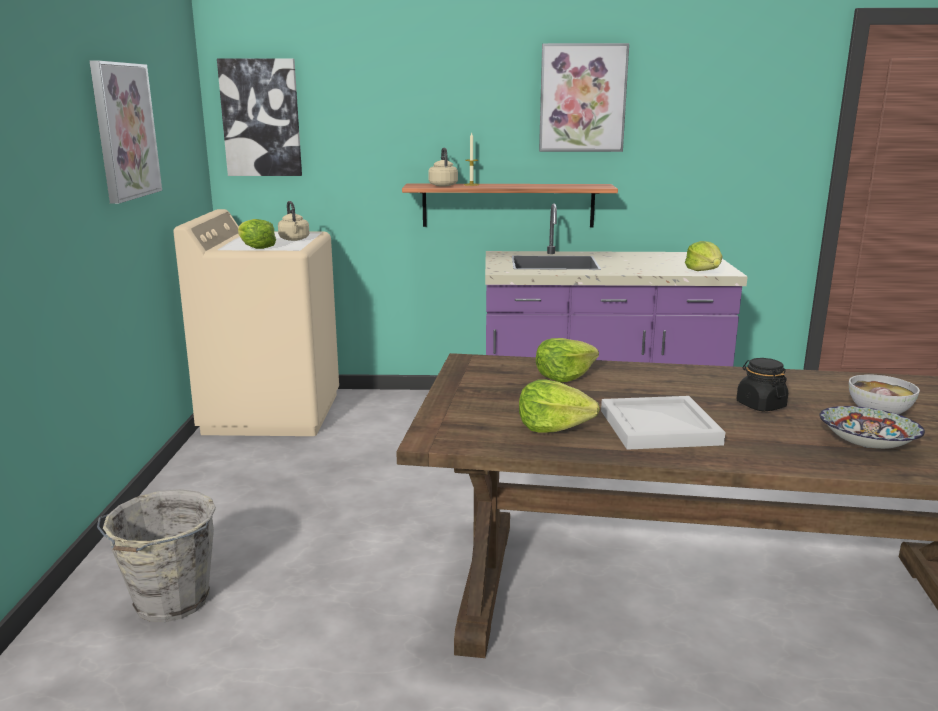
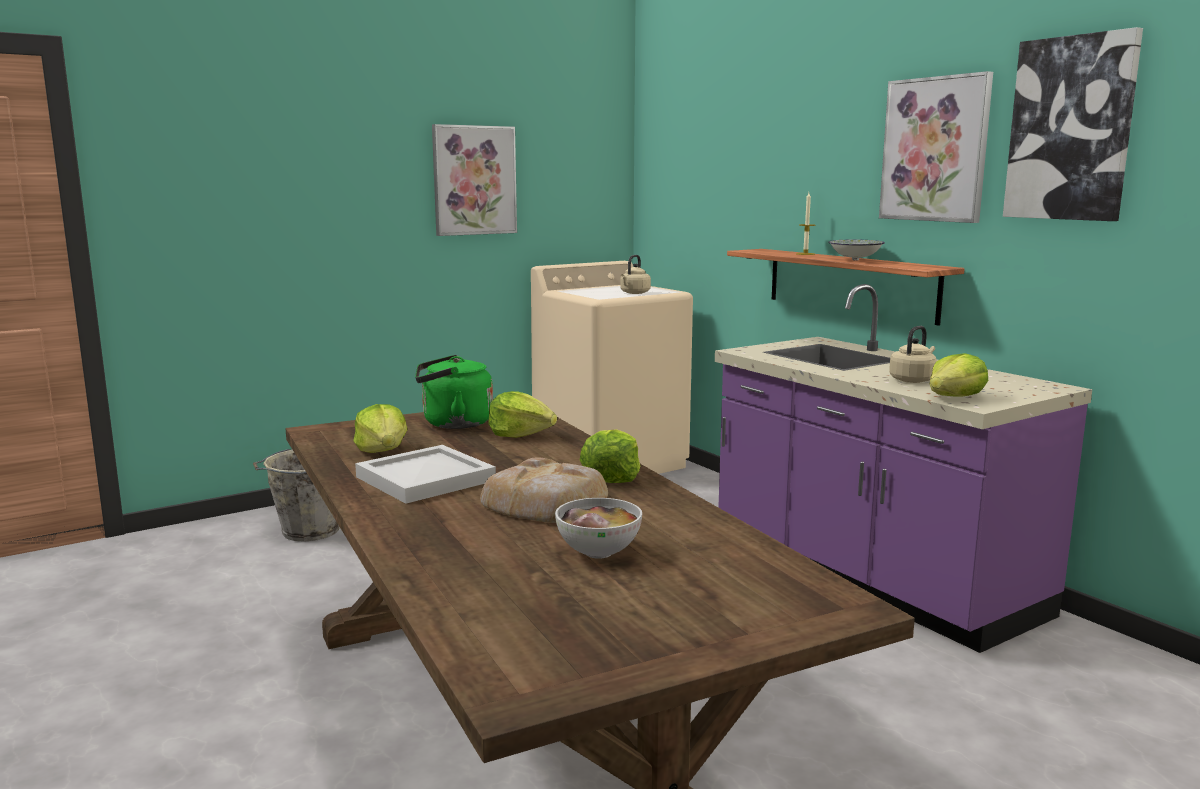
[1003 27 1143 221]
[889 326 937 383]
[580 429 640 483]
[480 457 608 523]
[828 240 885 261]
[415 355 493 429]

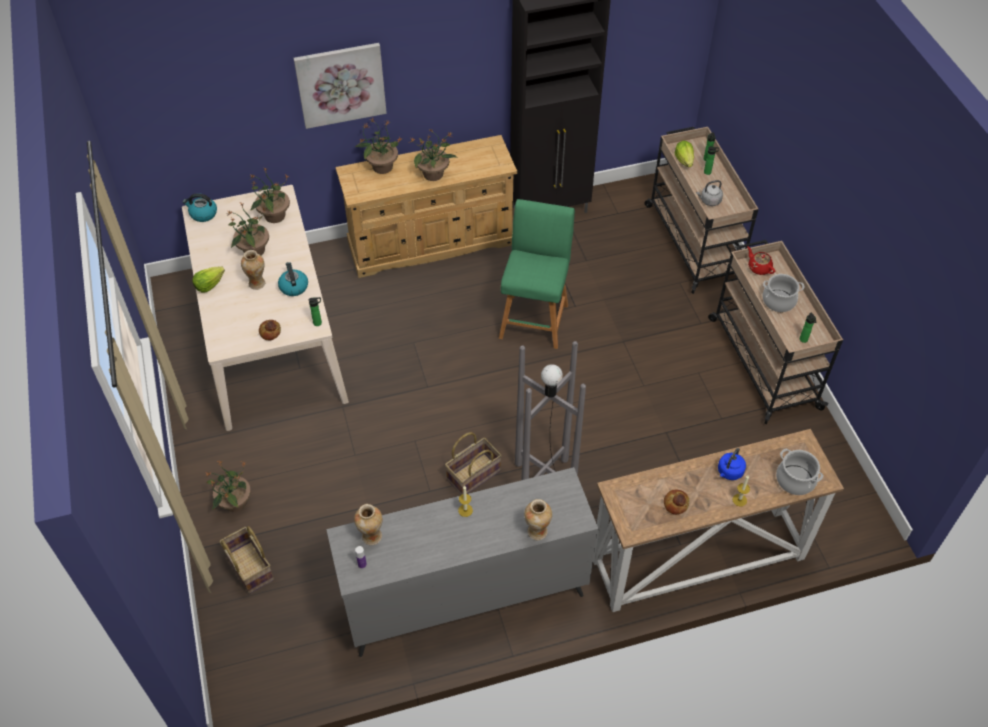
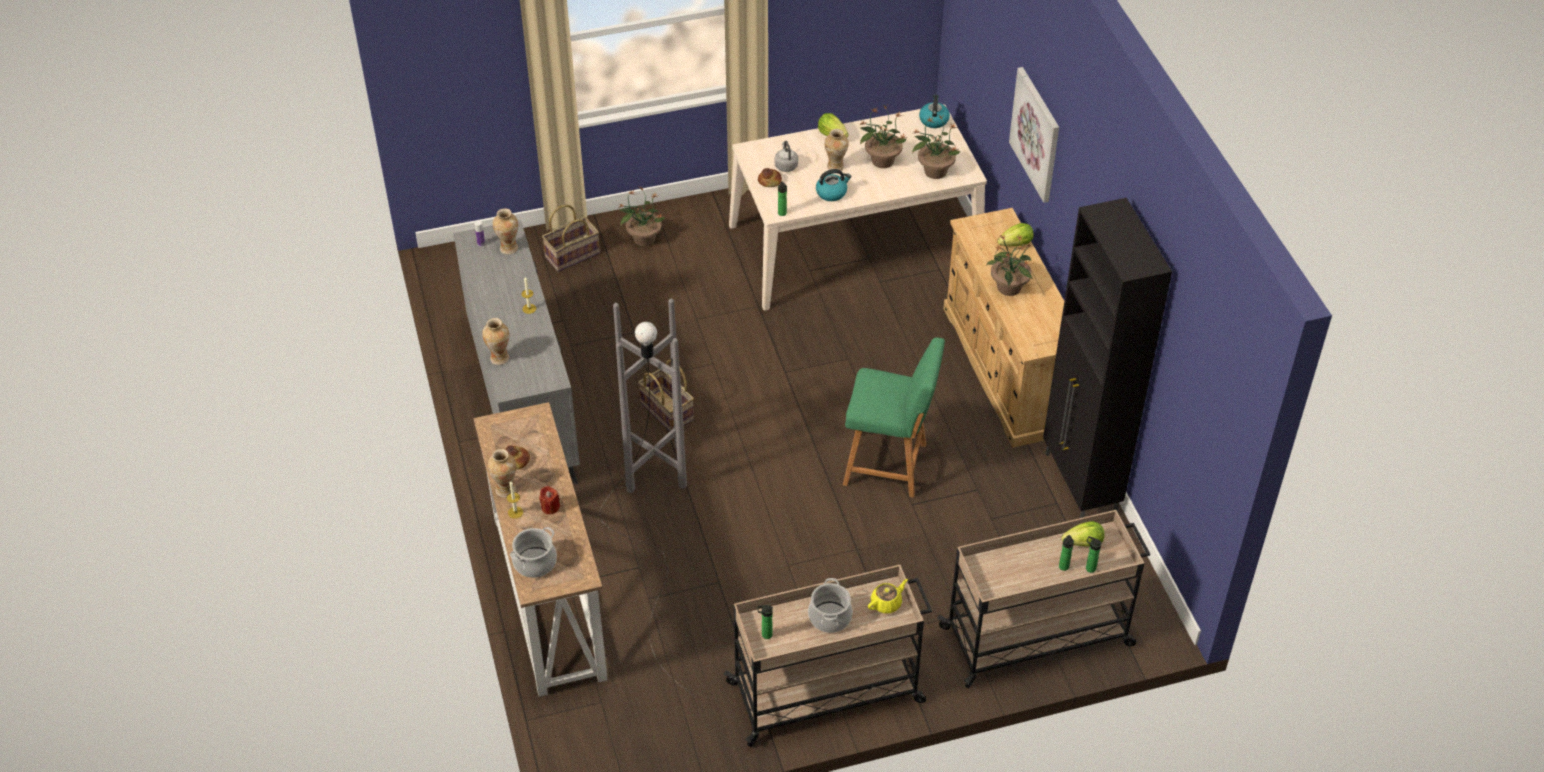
[997 223 1033 247]
[774 141 798 172]
[868 579 908 614]
[539 486 560 514]
[488 449 516 498]

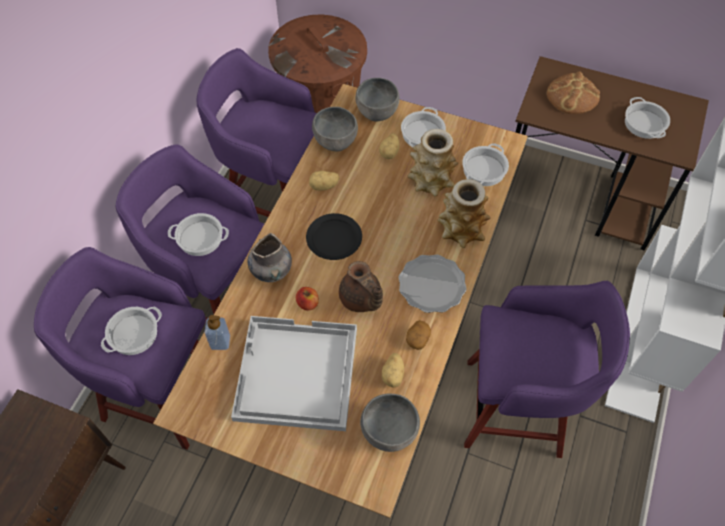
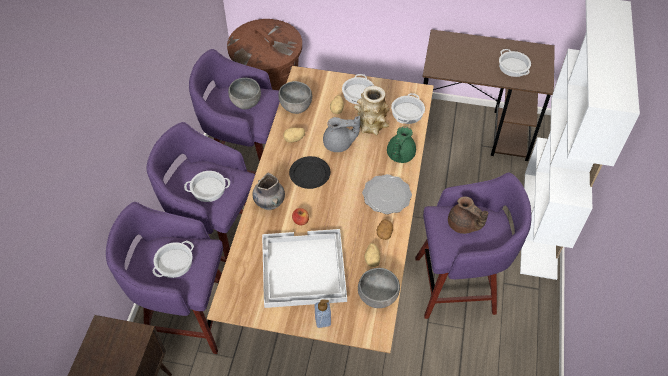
[546 71 600 114] (first image)
[228 78 261 109]
[387 126 416 163]
[448 196 489 234]
[314 300 331 328]
[323 116 360 152]

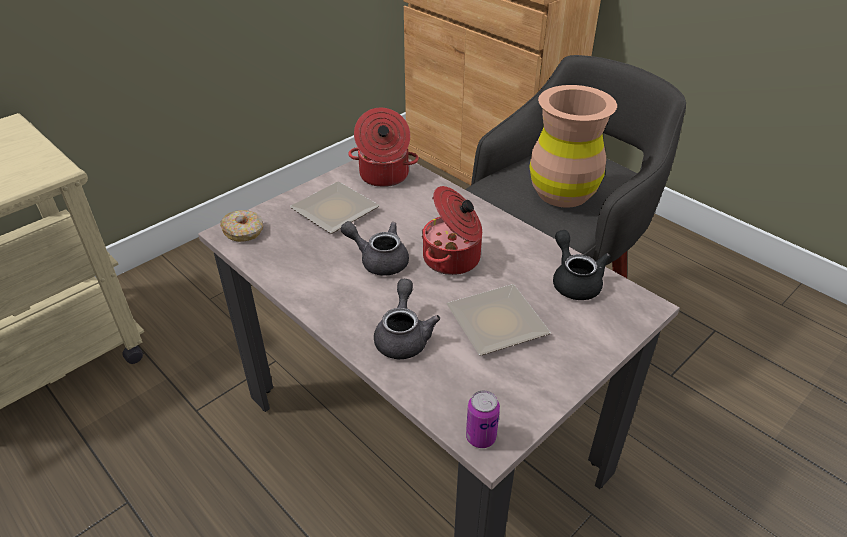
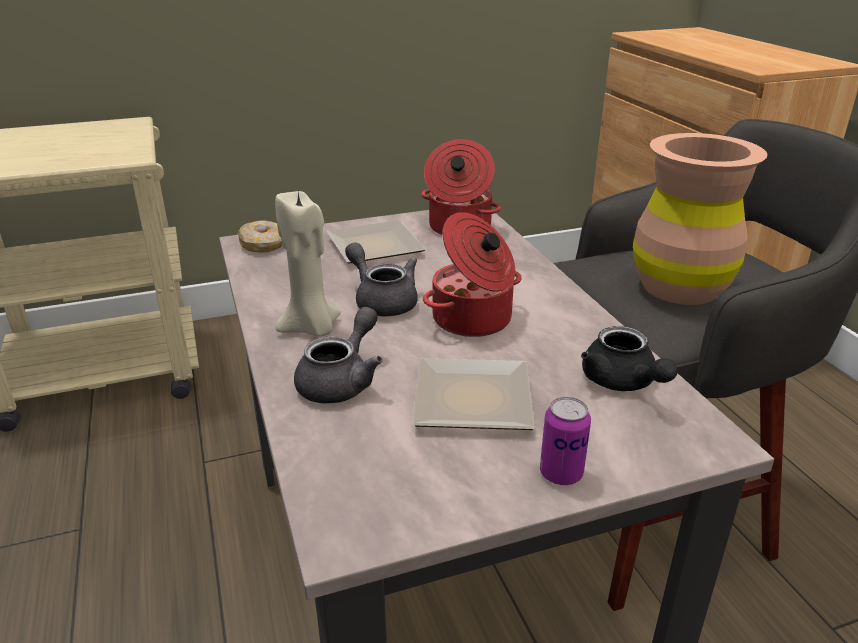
[581 326 678 391]
[540 397 591 485]
[275 191 341 336]

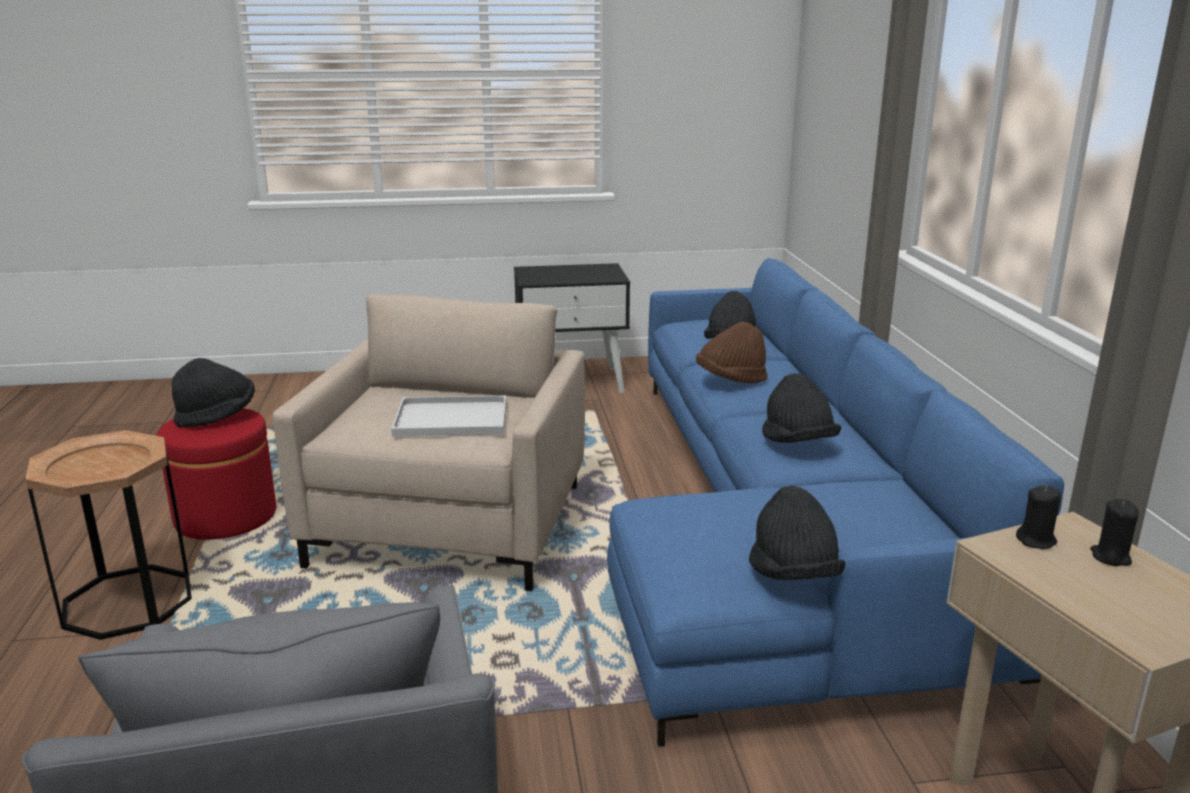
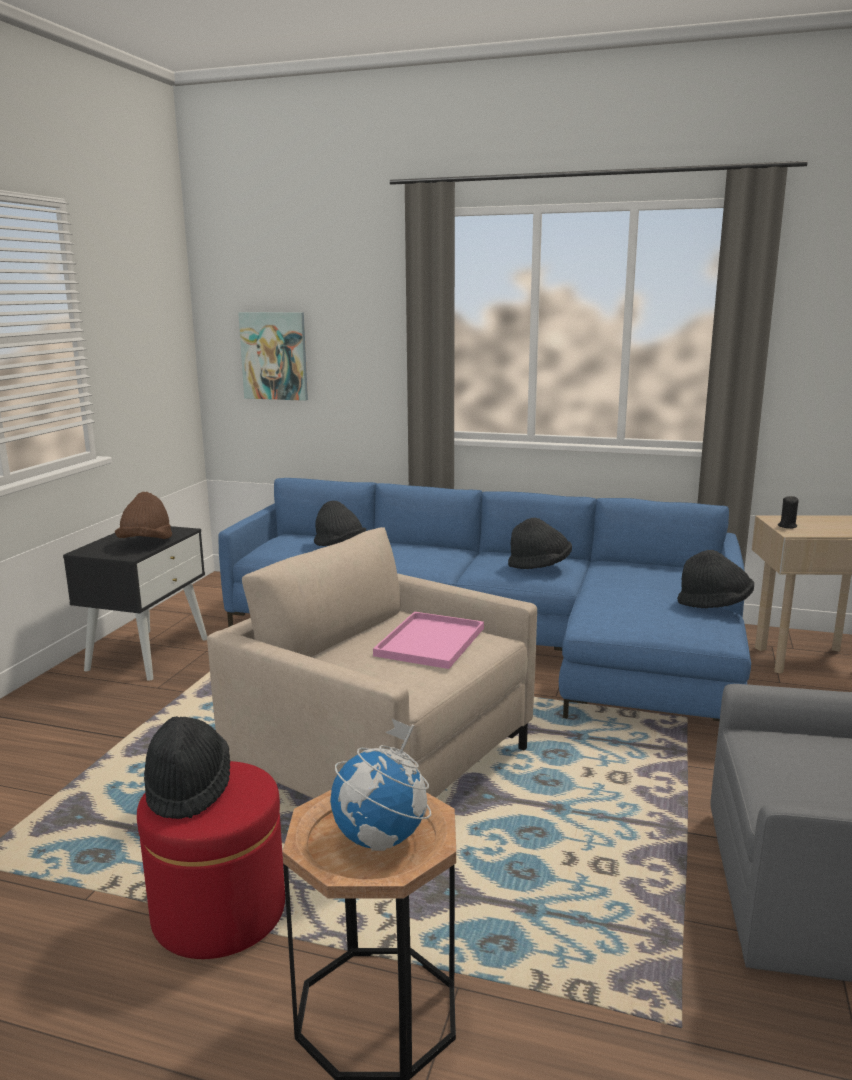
[115 492 172 539]
[373 612 484 669]
[1090 499 1139 566] (first image)
[238 312 308 401]
[330 719 431 851]

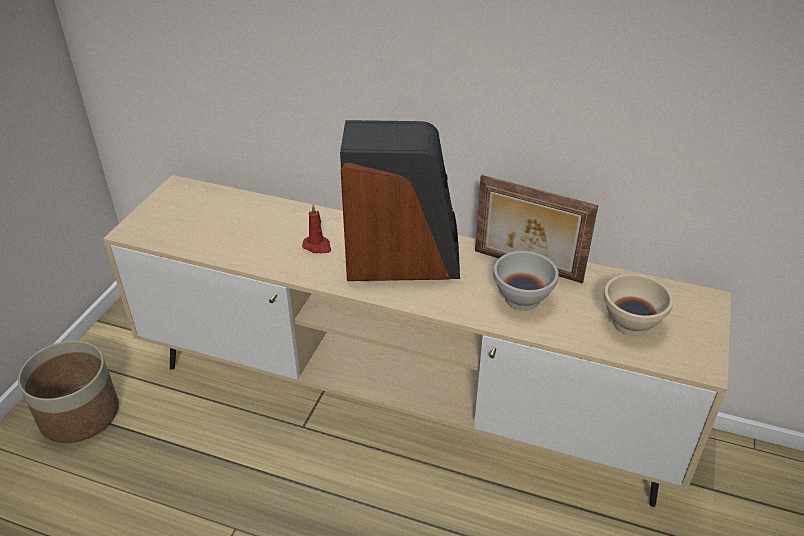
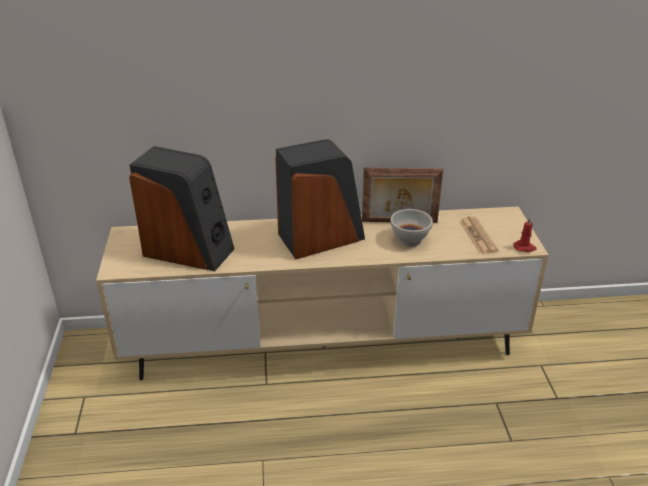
[513 217 537 252]
[459 216 498 254]
[18 340 119 443] (first image)
[129 146 234 271]

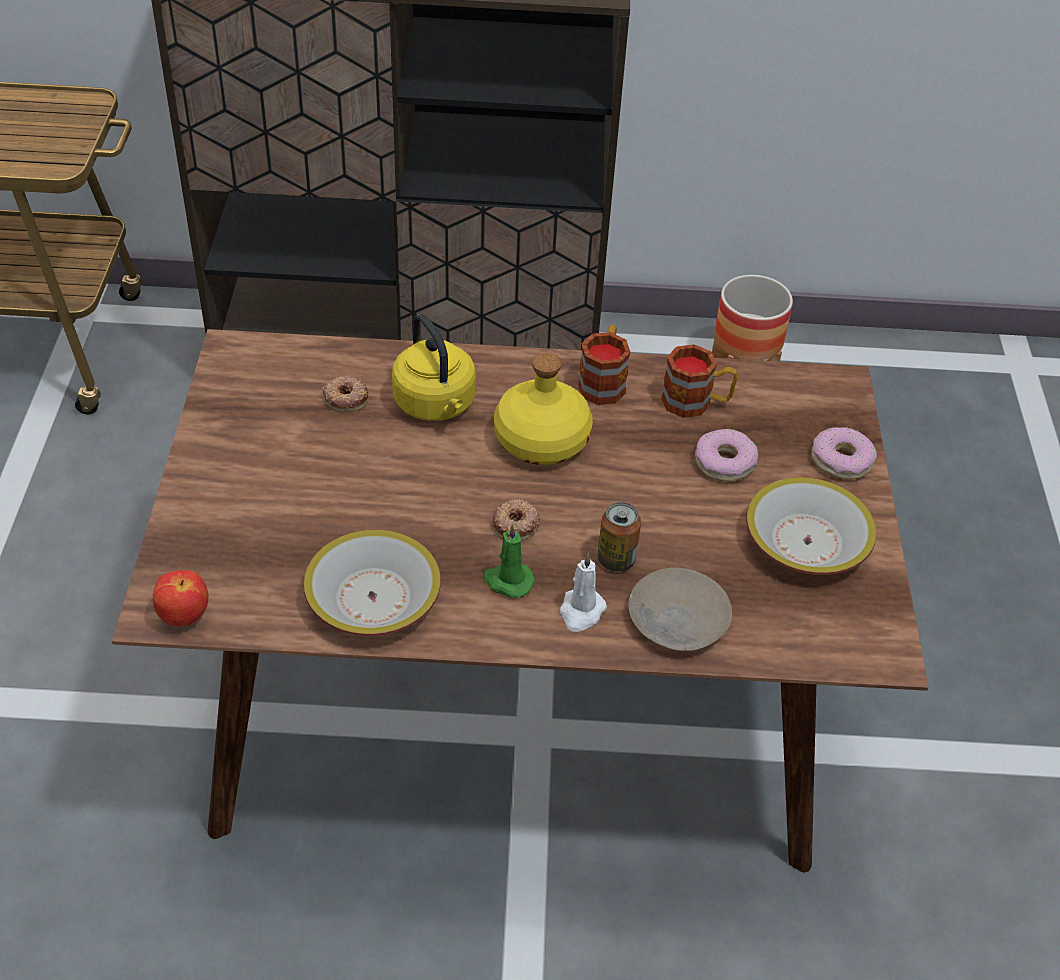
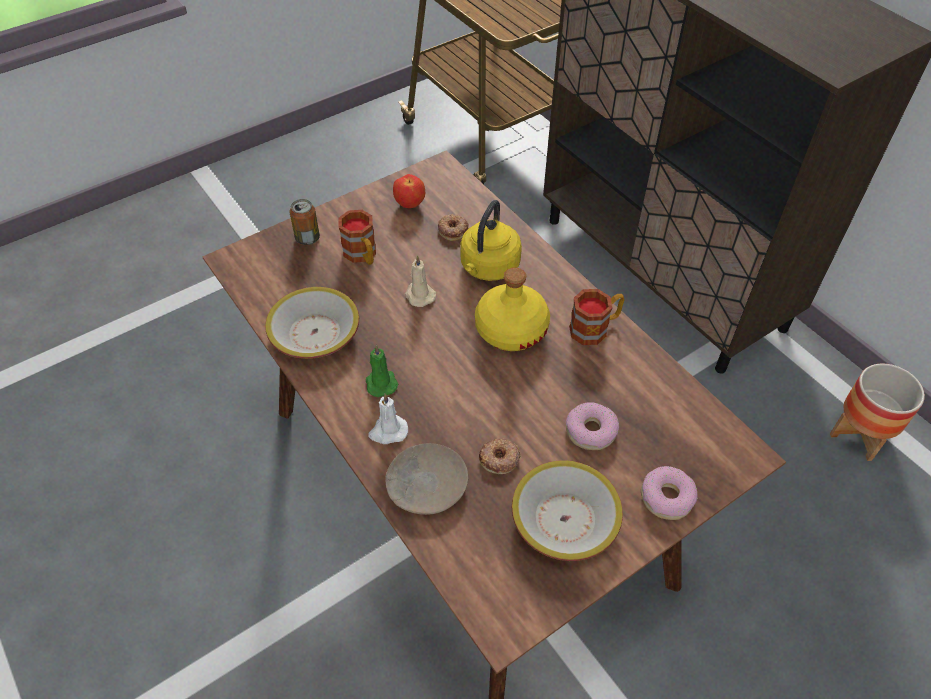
[339 210 376 265]
[479 438 520 474]
[290 199 320 245]
[393 174 425 208]
[405 255 436 307]

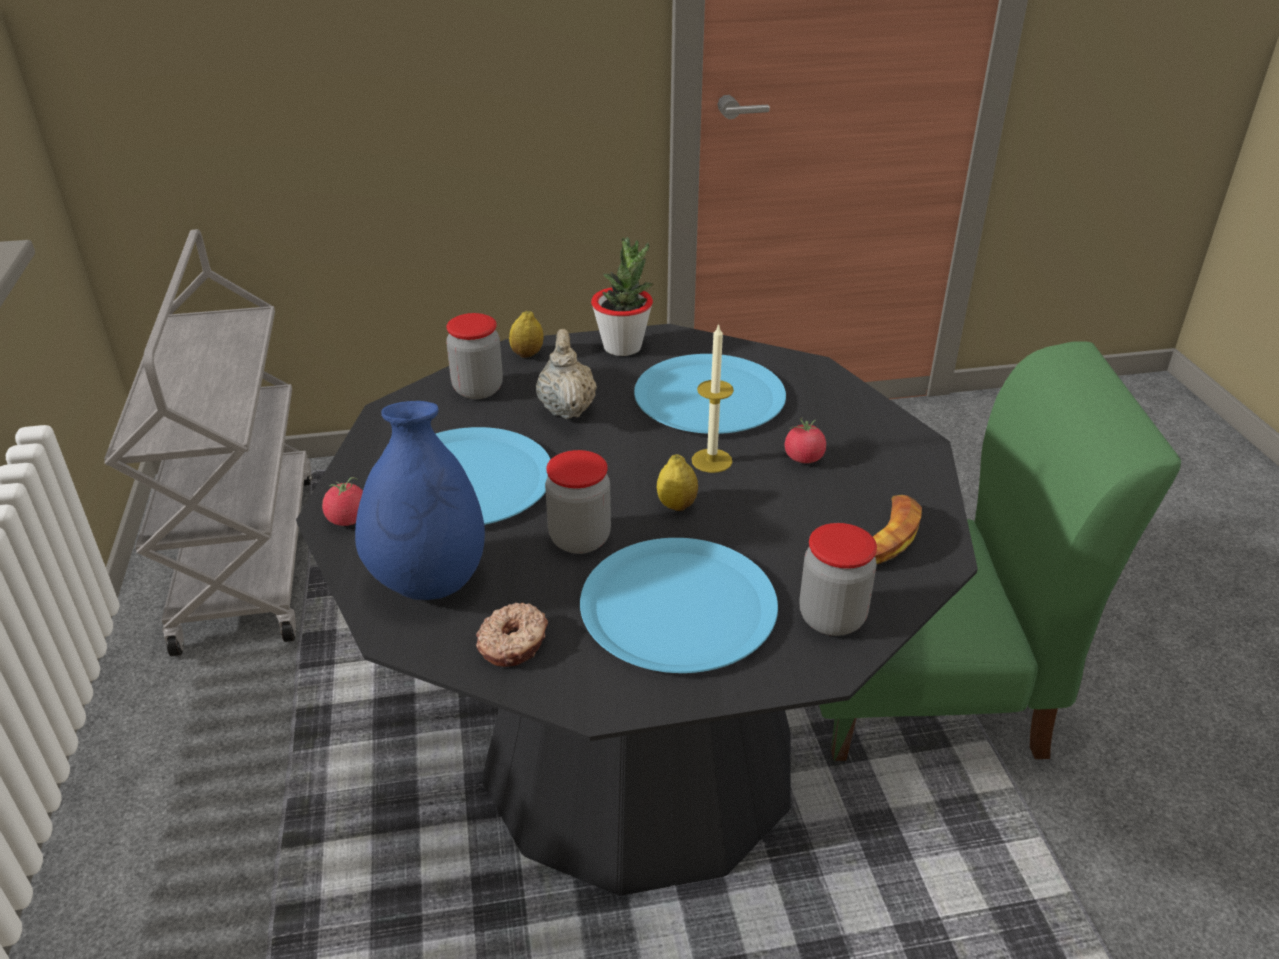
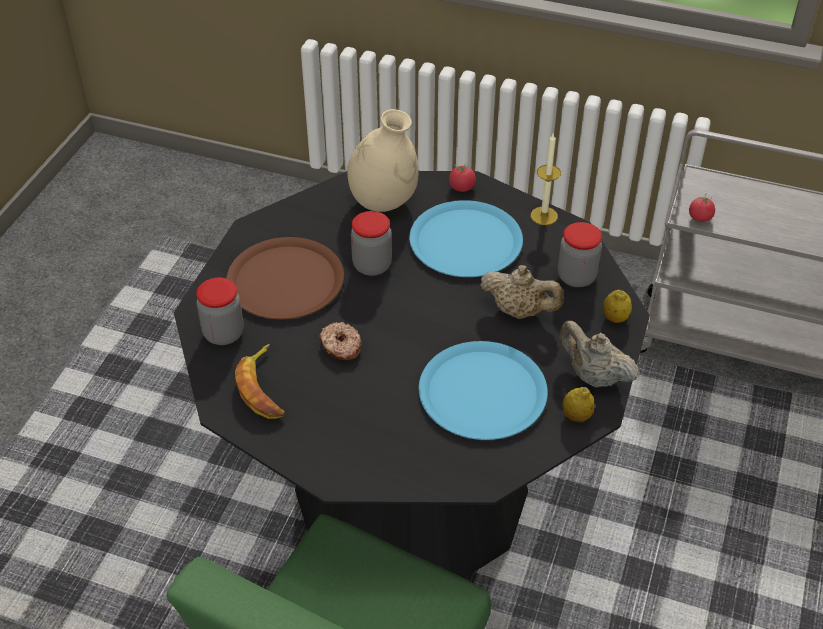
[559 321 639 388]
[531 134 561 225]
[347 109 418 212]
[689 193 715 222]
[562 387 595 422]
[226 237 344 319]
[319 322 362 360]

